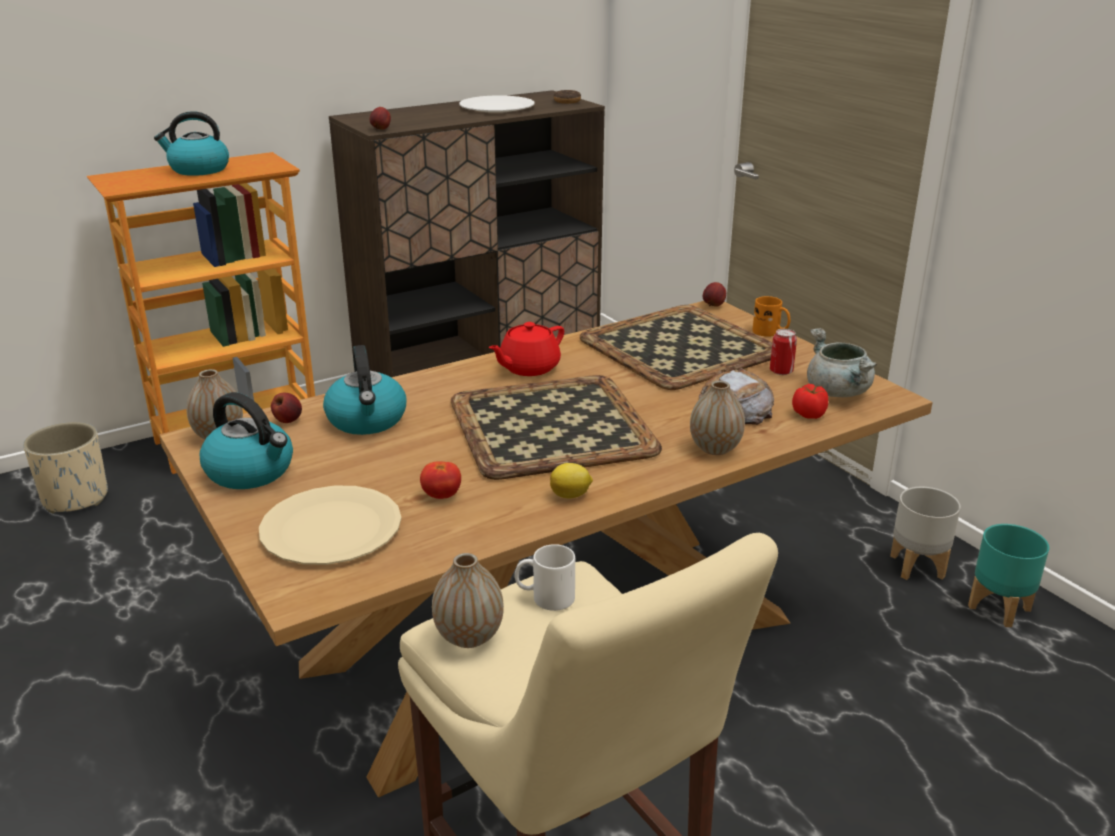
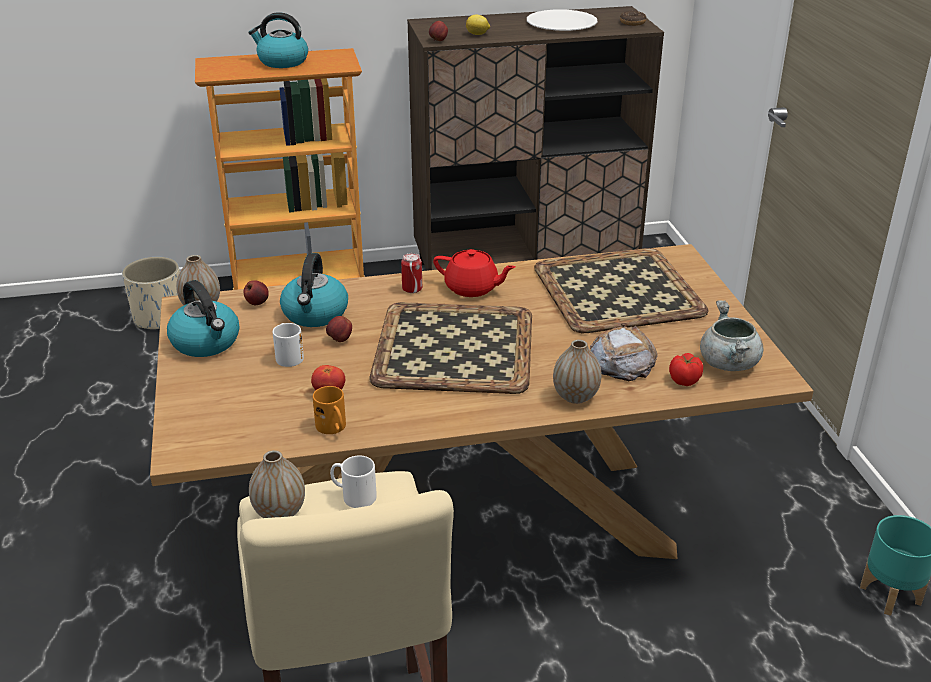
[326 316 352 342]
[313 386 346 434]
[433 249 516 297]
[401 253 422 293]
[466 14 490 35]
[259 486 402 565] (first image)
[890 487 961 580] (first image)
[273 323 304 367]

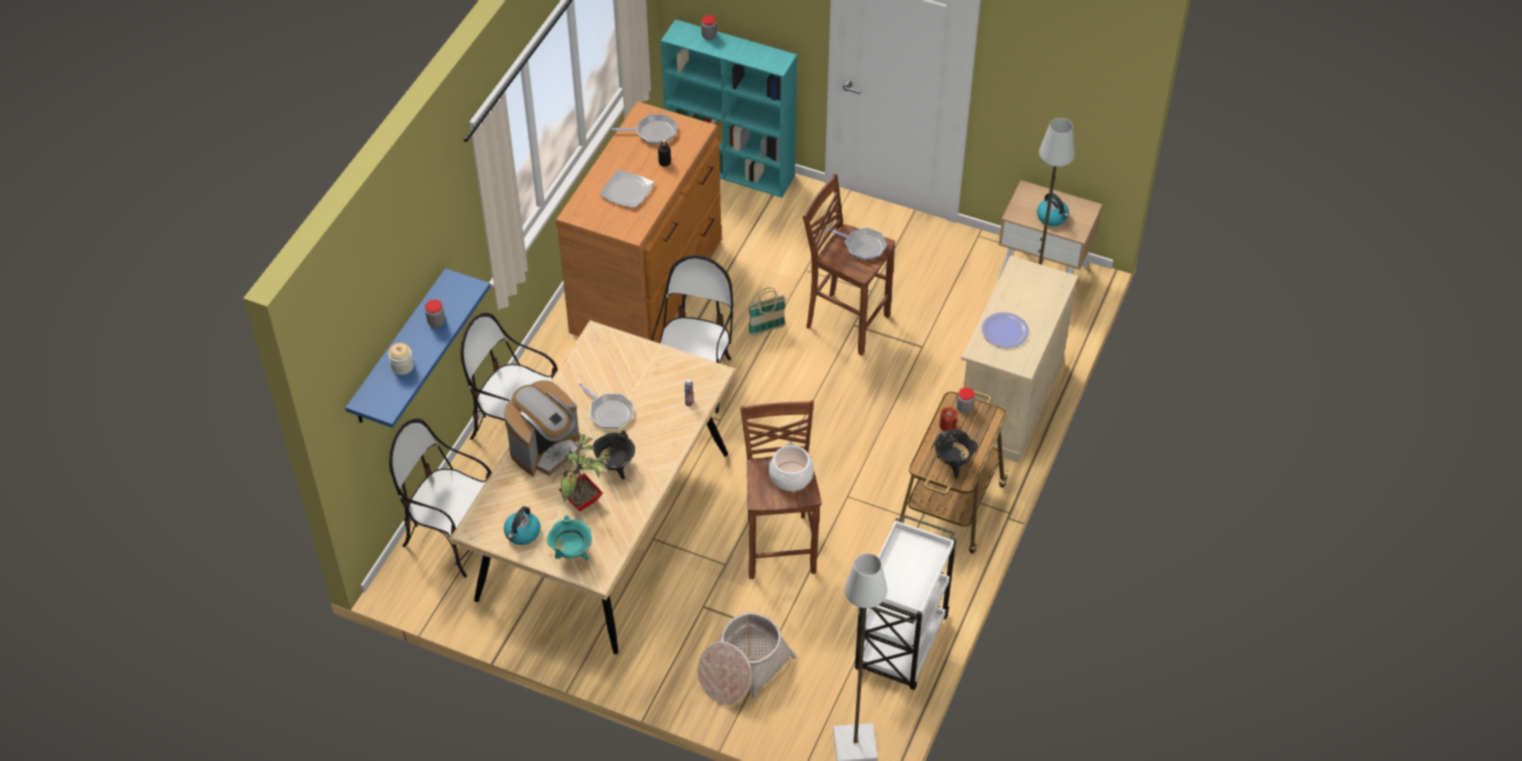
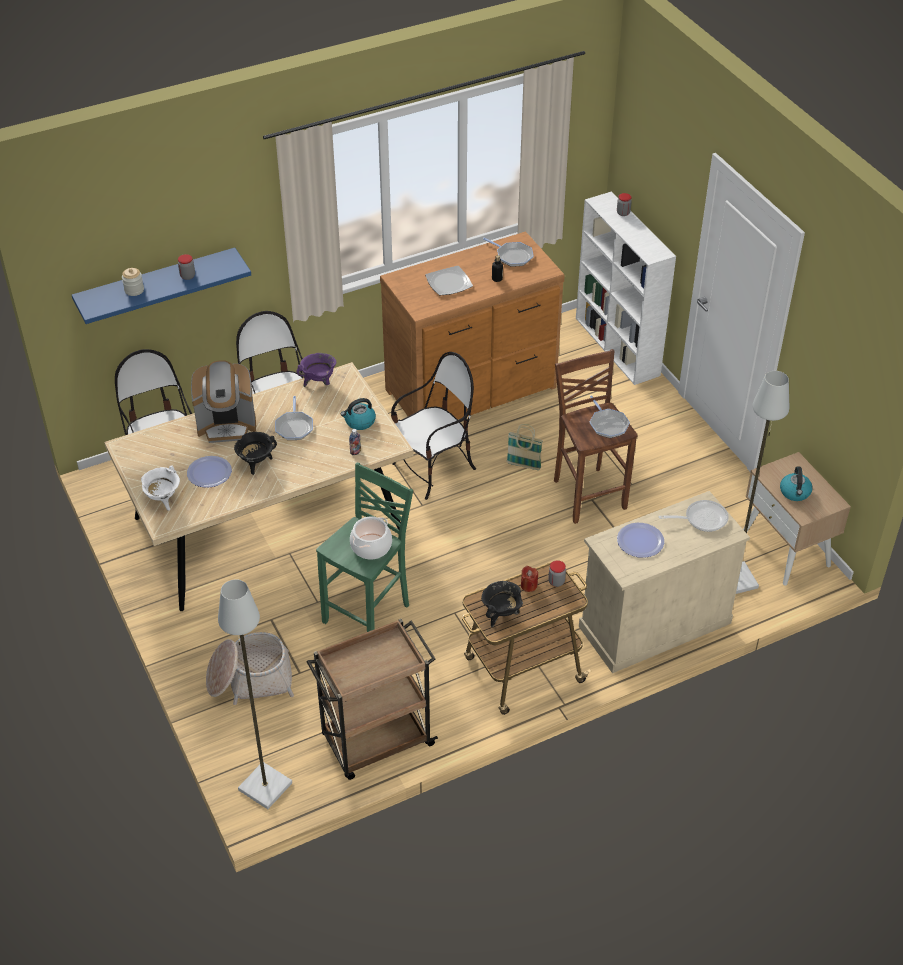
[576 191 676 385]
[316 463 413 632]
[187 456 232 488]
[341 398 376 430]
[307 619 438 780]
[141 466 180 511]
[297 353 337 387]
[658 500 728 532]

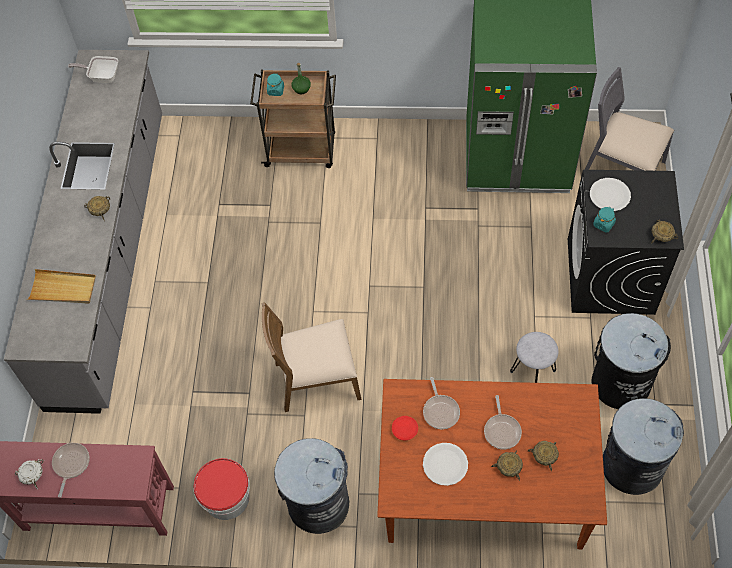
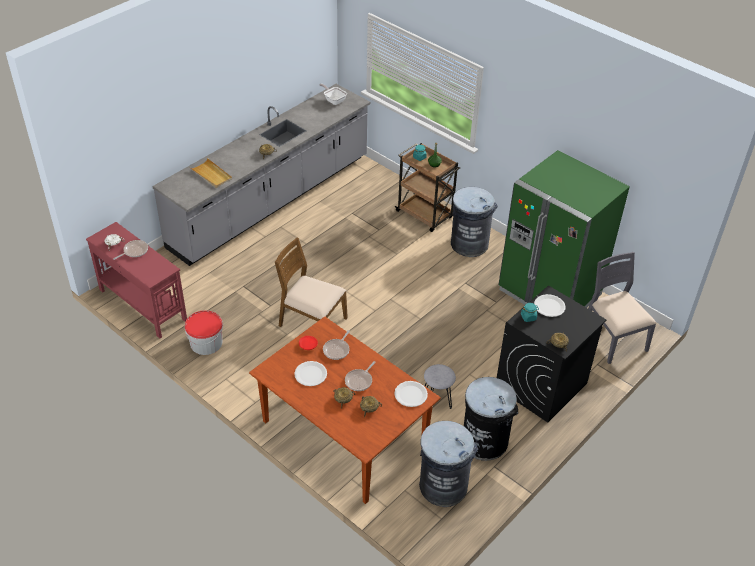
[451 187 498 257]
[394 381 428 407]

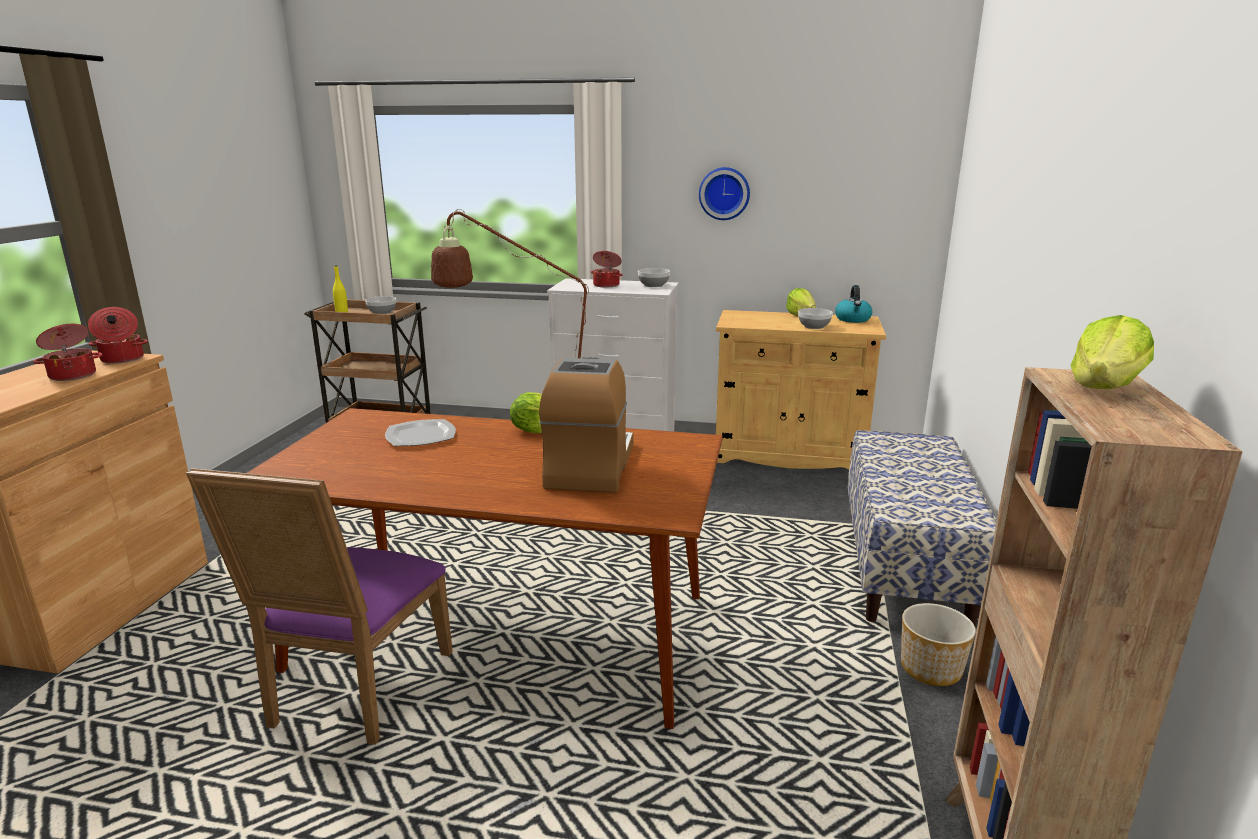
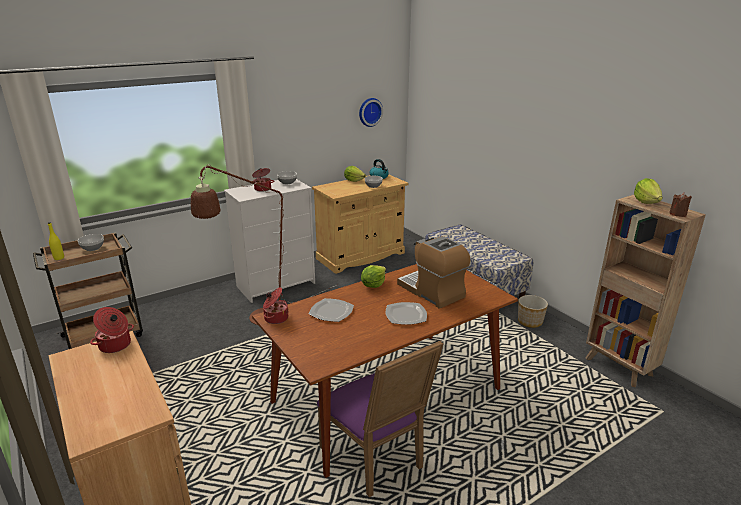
[359 98 383 127]
[263 287 288 324]
[669 193 692 217]
[386 302 427 325]

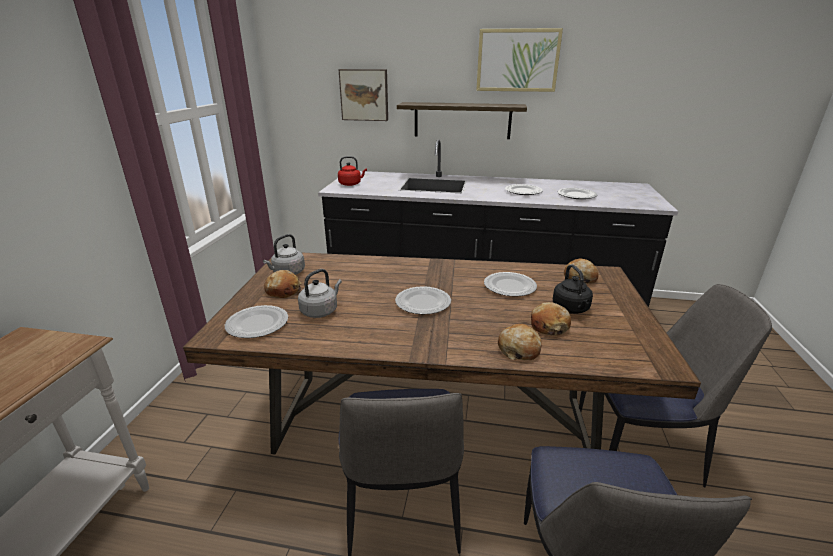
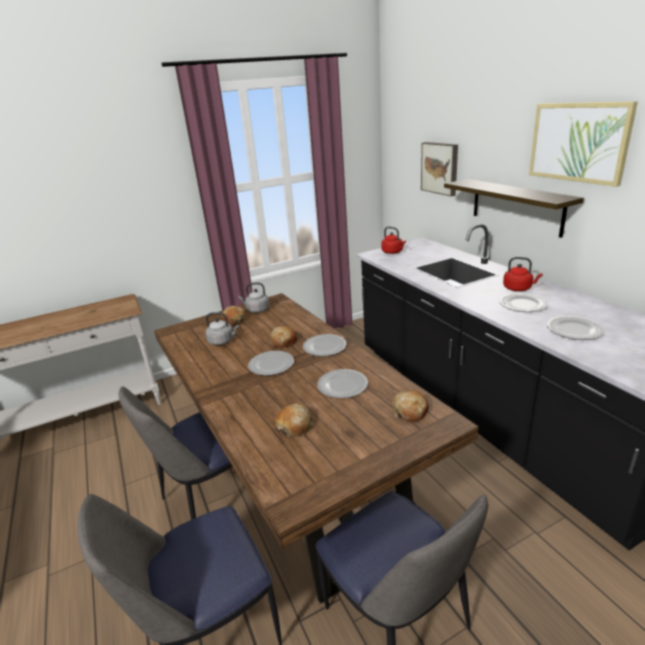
[553 264 593 314] (first image)
[303 334 347 356]
[270 326 297 349]
[503 257 543 291]

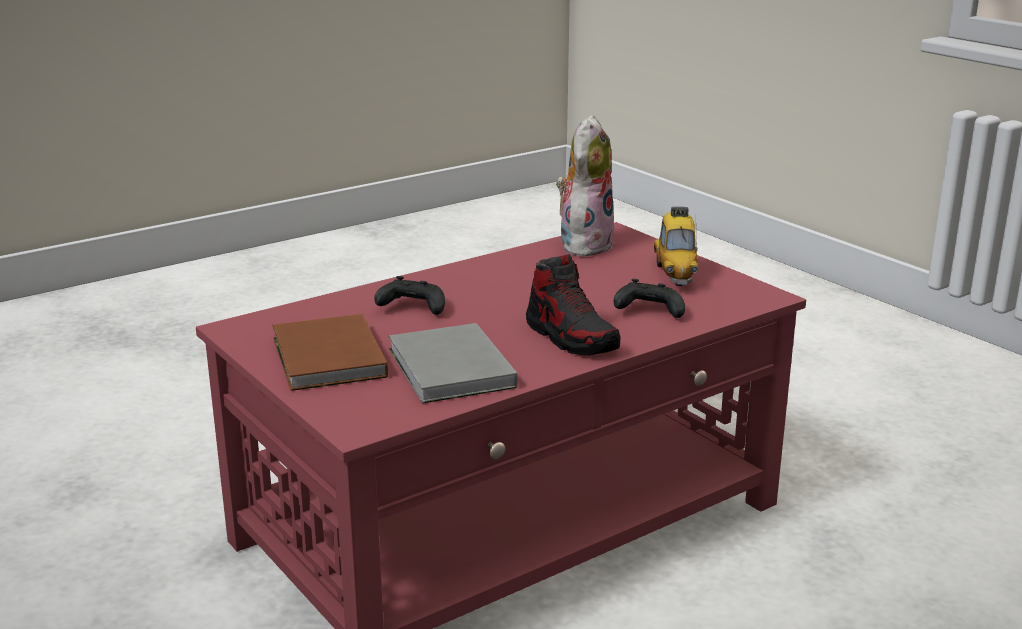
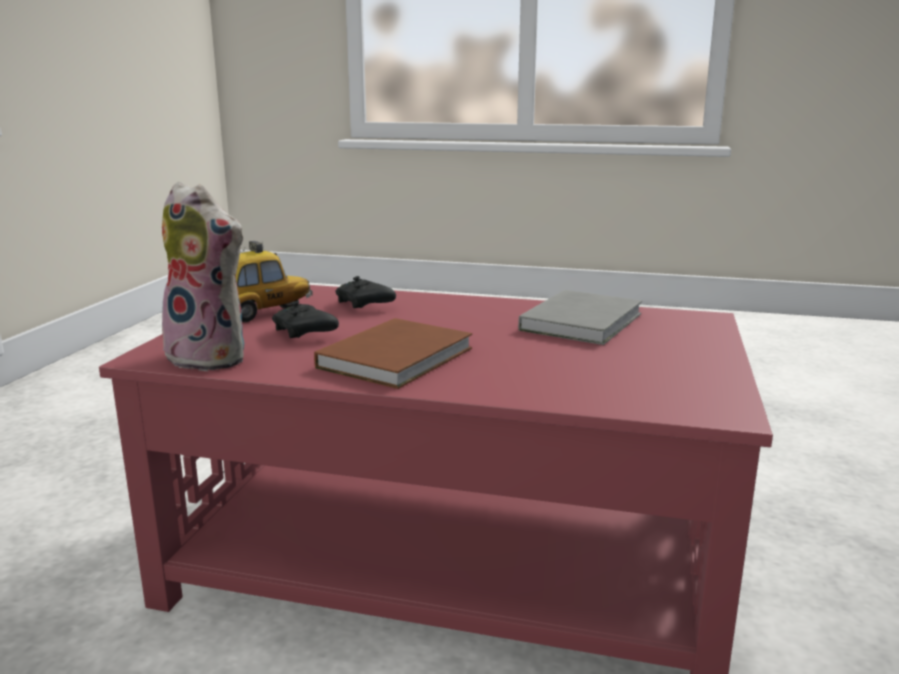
[162 182 245 372]
[526 254 621 355] (first image)
[272 301 339 338]
[314 318 472 389]

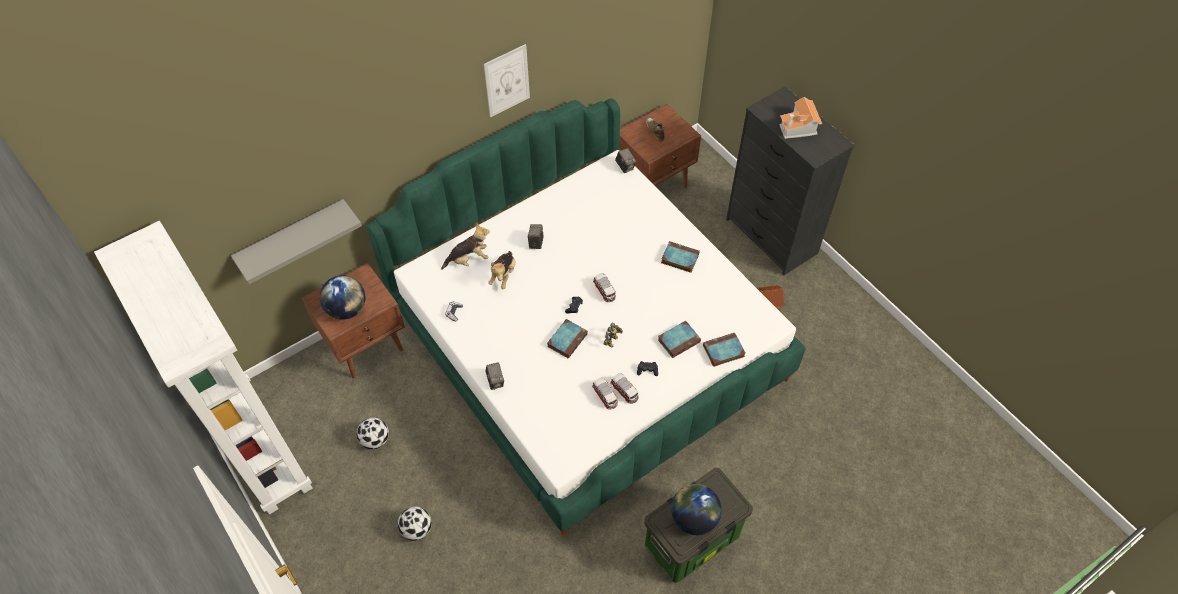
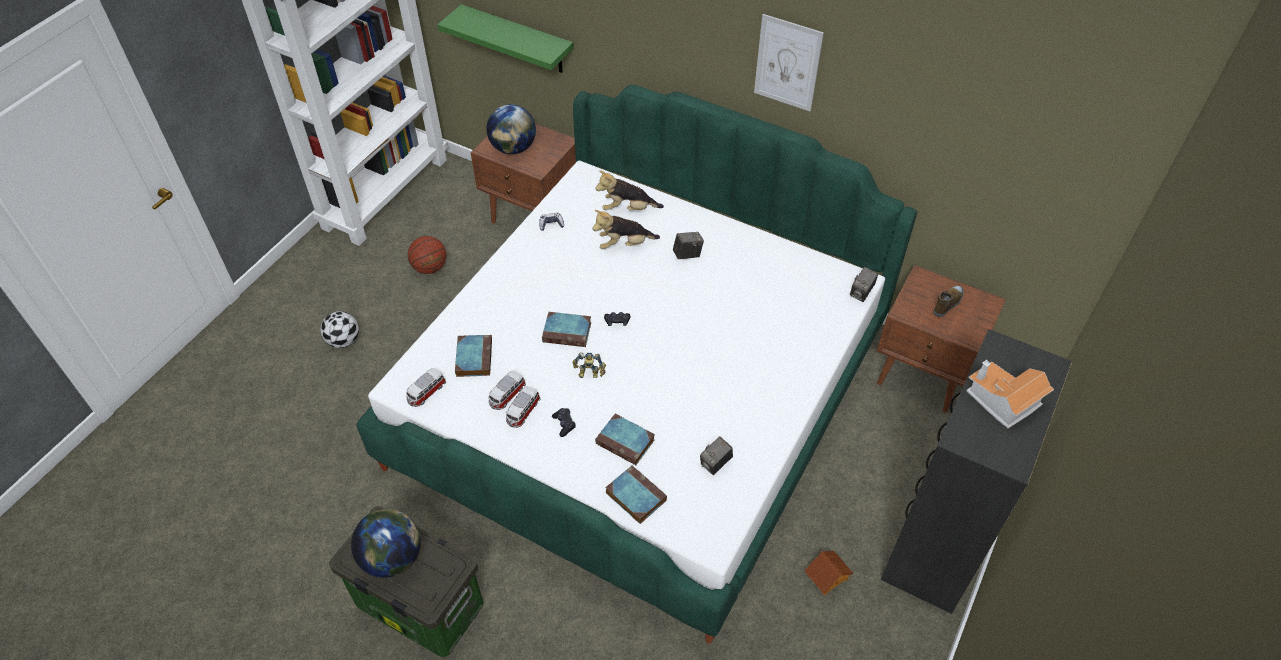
[437 4 574 73]
[595 170 664 211]
[455 335 492 377]
[406 368 446 407]
[700 436 733 475]
[408 236 446 274]

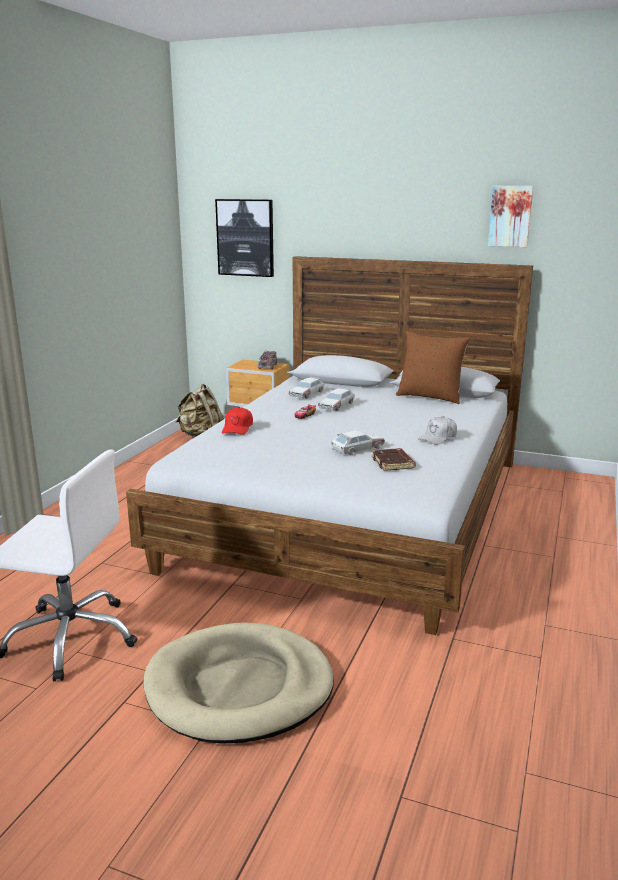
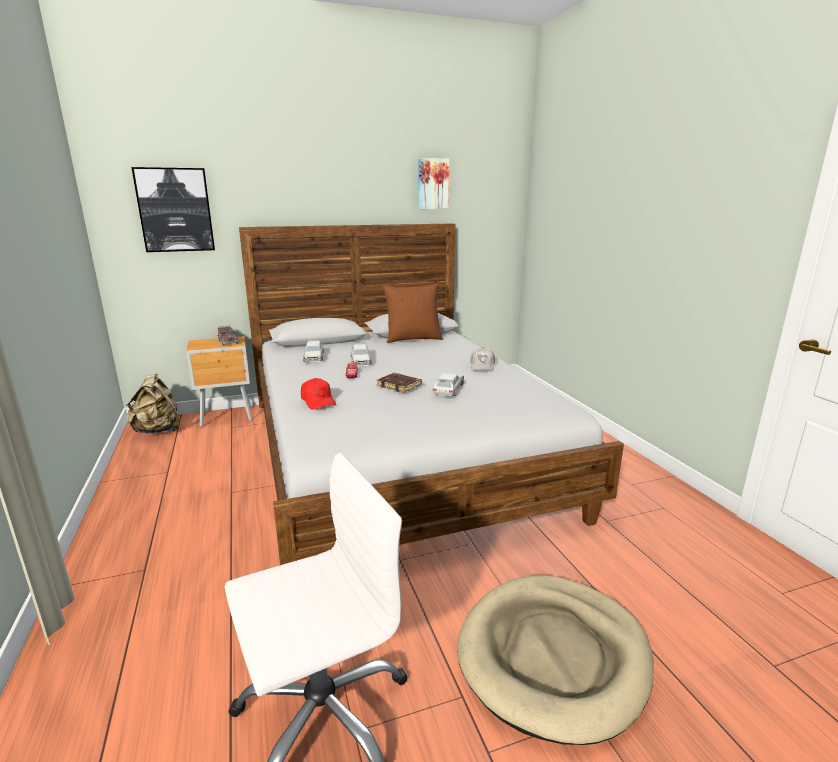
[377 373 422 393]

